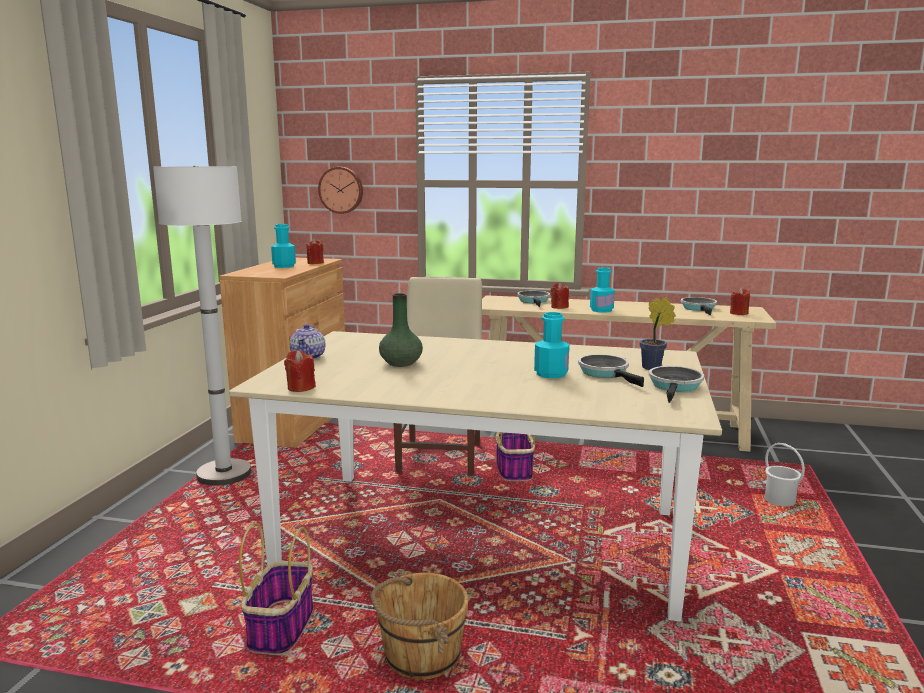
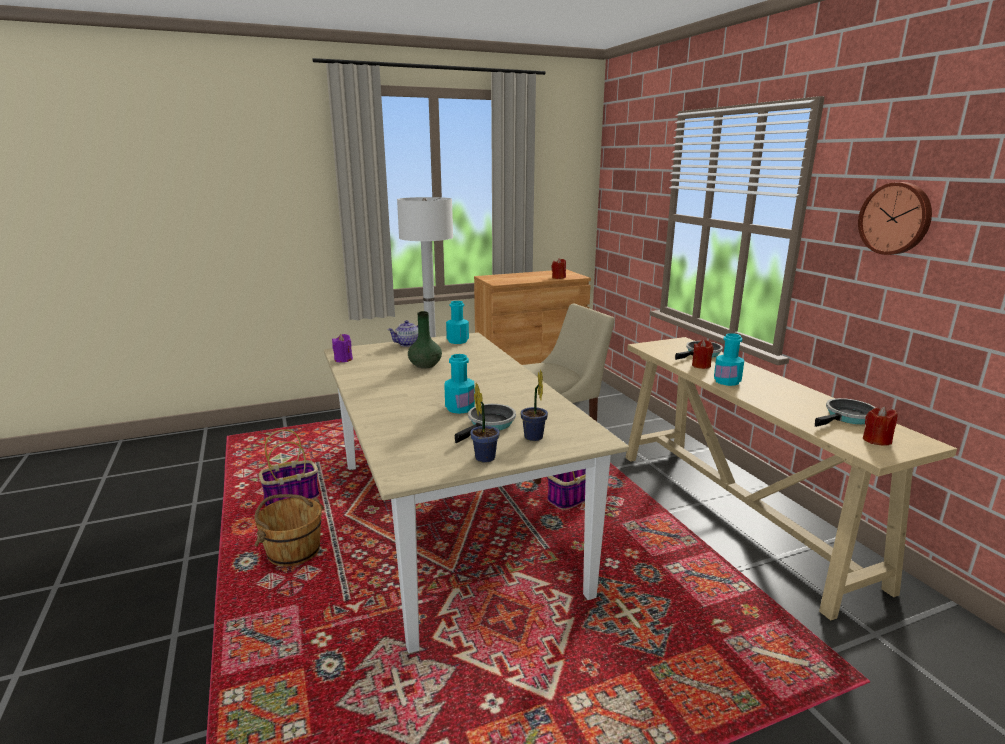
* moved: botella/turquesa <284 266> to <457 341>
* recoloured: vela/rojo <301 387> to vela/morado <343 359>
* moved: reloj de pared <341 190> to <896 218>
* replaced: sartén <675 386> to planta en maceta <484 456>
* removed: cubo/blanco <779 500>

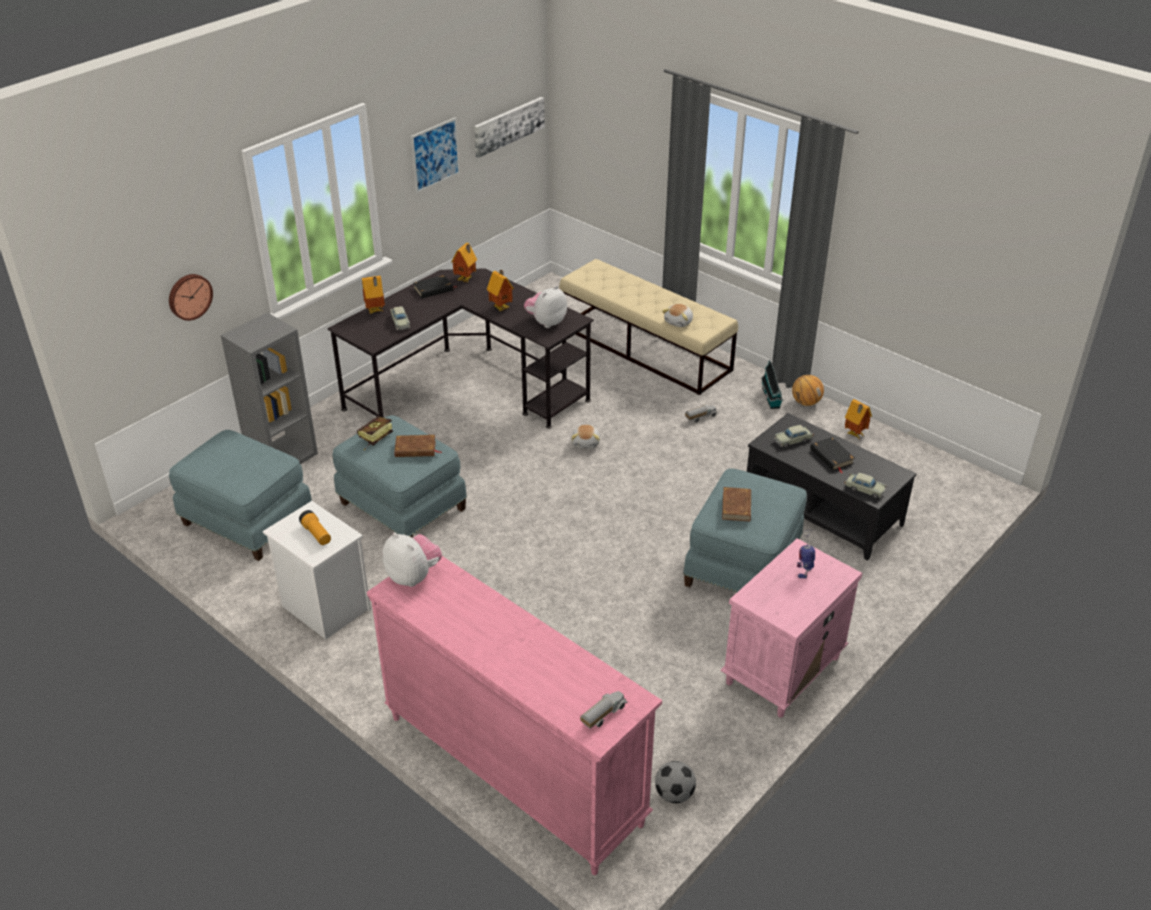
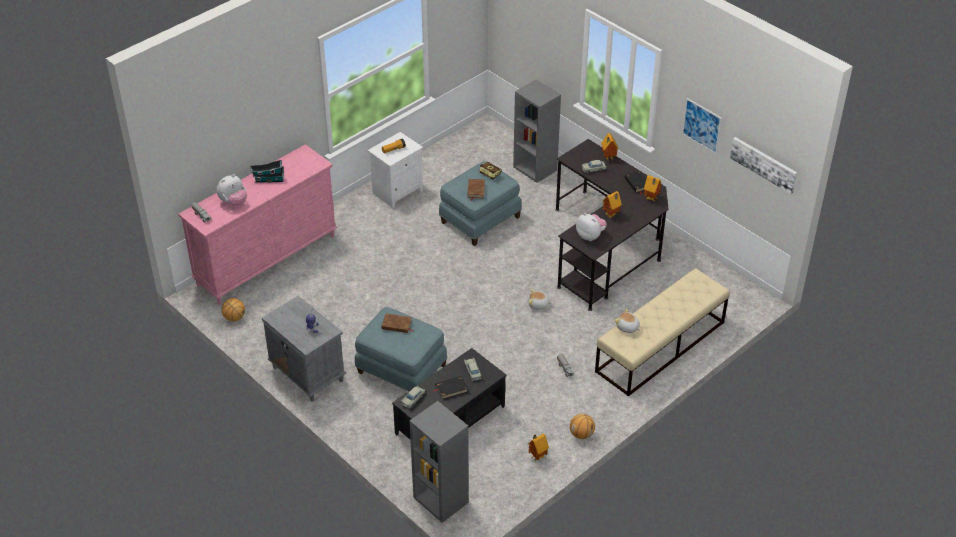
* removed: reloj de pared <189 296>
* removed: puf/azul <246 521>
* moved: peluche <413 576> to <233 202>
* replaced: balón de fútbol <674 794> to balón de baloncesto <234 318>
* recoloured: mesita de noche/rosa <782 671> to mesita de noche/gris <307 374>
* moved: casita <771 398> to <268 179>
* added: estantería/gris <440 500>

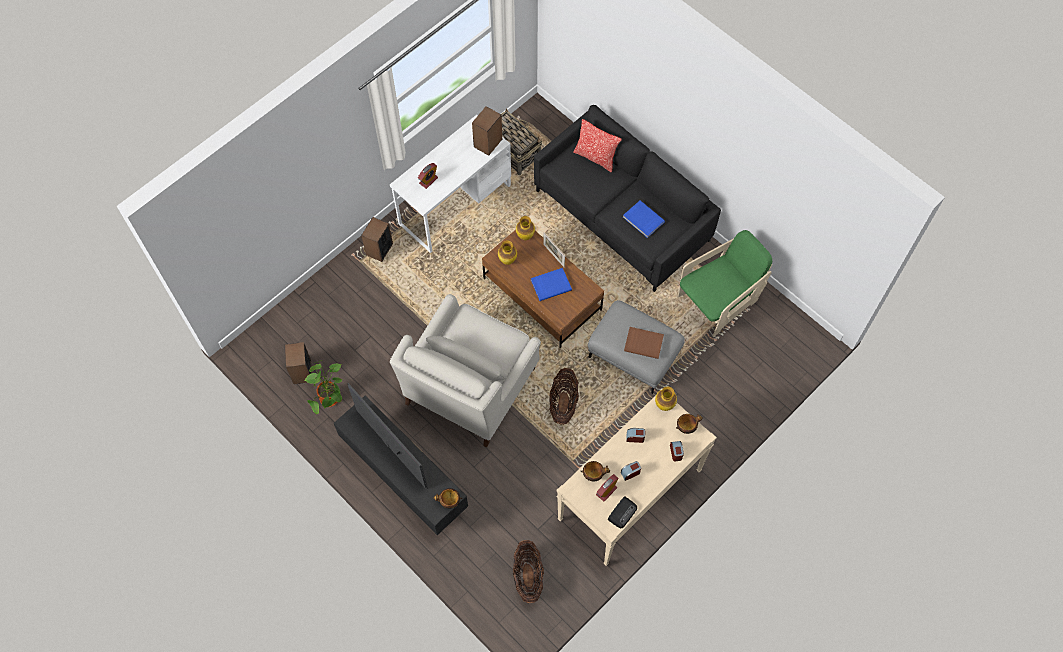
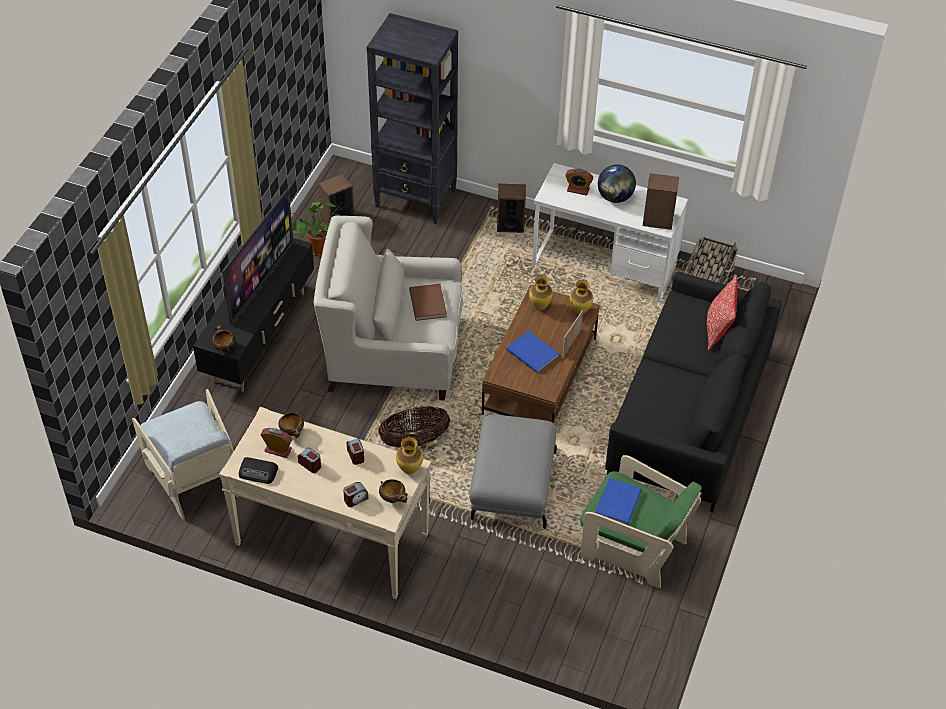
* replaced: cesta <528 576> to sillón/beis <194 478>
* moved: libro/azul <643 220> to <617 502>
* moved: libro/marrón <643 343> to <429 303>
* added: estantería/negro <416 199>
* added: globo terráqueo <615 197>

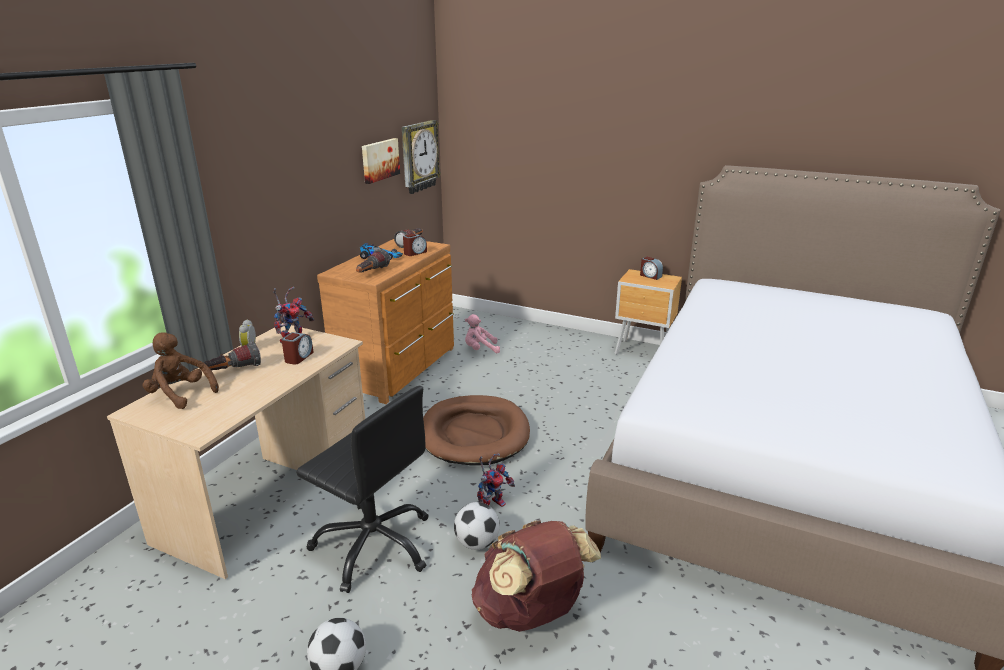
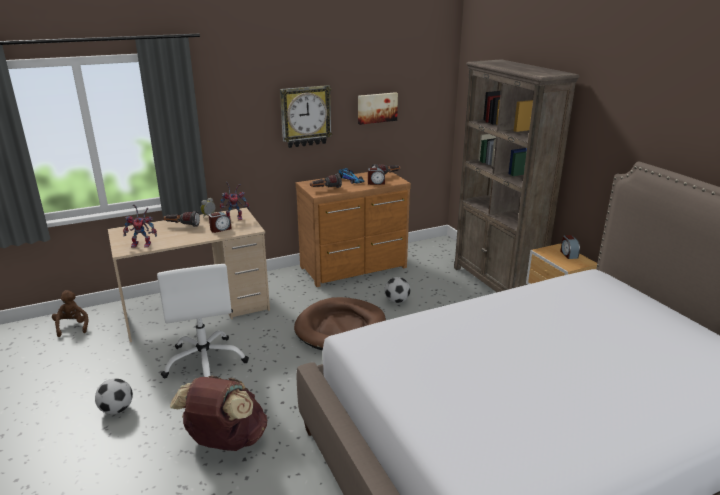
* moved: peluche/marrón <180 394> to <72 327>
* recoloured: silla de oficina/negro <374 545> to silla de oficina/blanco <205 362>
* moved: reloj de pared <418 156> to <305 116>
* moved: balón de fútbol <477 543> to <397 301>
* removed: peluche/rosa <480 350>
* moved: robot de juguete <492 504> to <143 244>
* added: estantería/marrón <495 284>

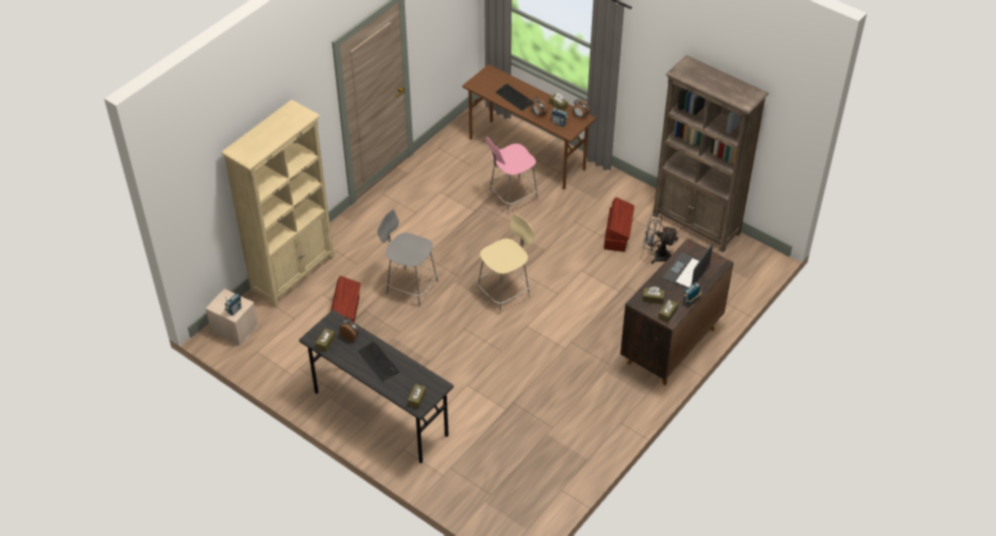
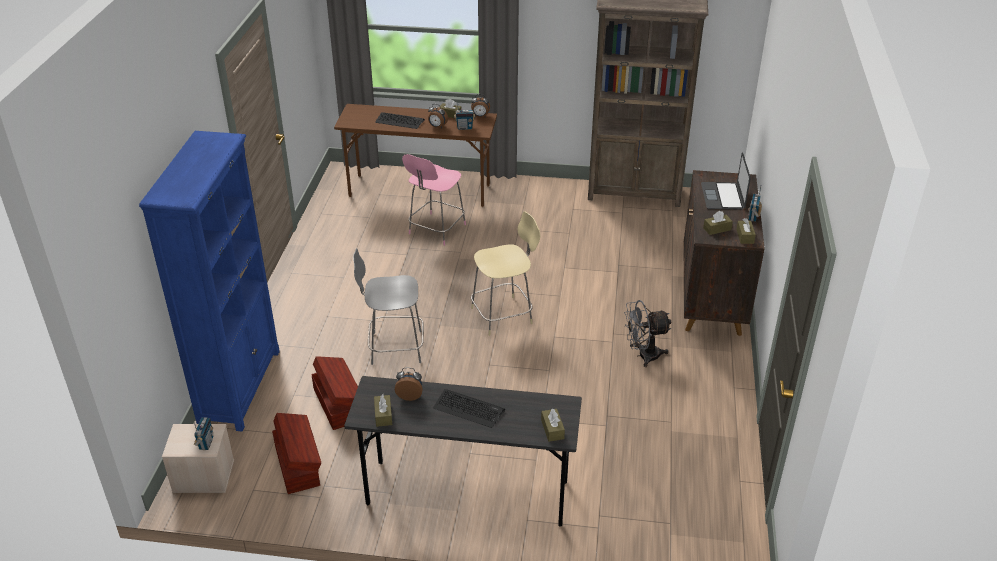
* recoloured: estantería/beis <293 274> to estantería/azul <240 387>
* turned: silla/beis <505 293> = <504 315> 45 degrees clockwise
* moved: caja de almacenaje/marrón <618 234> to <298 464>
* moved: ventilador/gris <657 255> to <643 355>

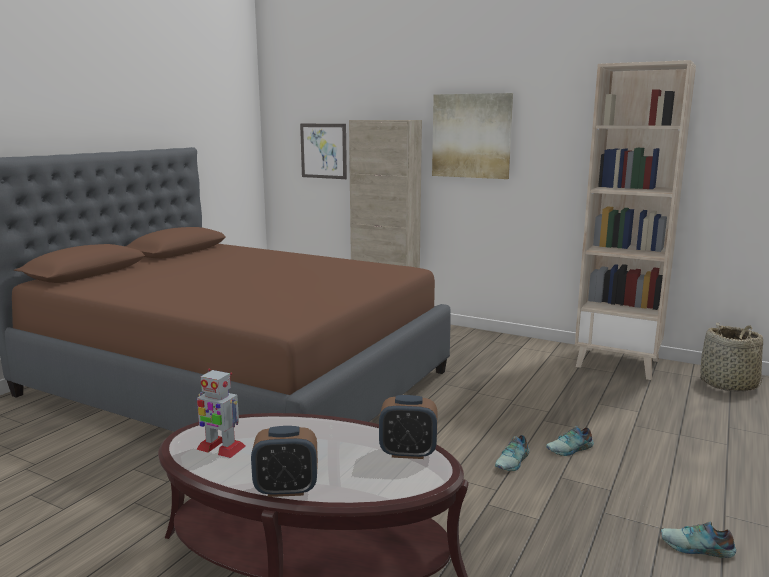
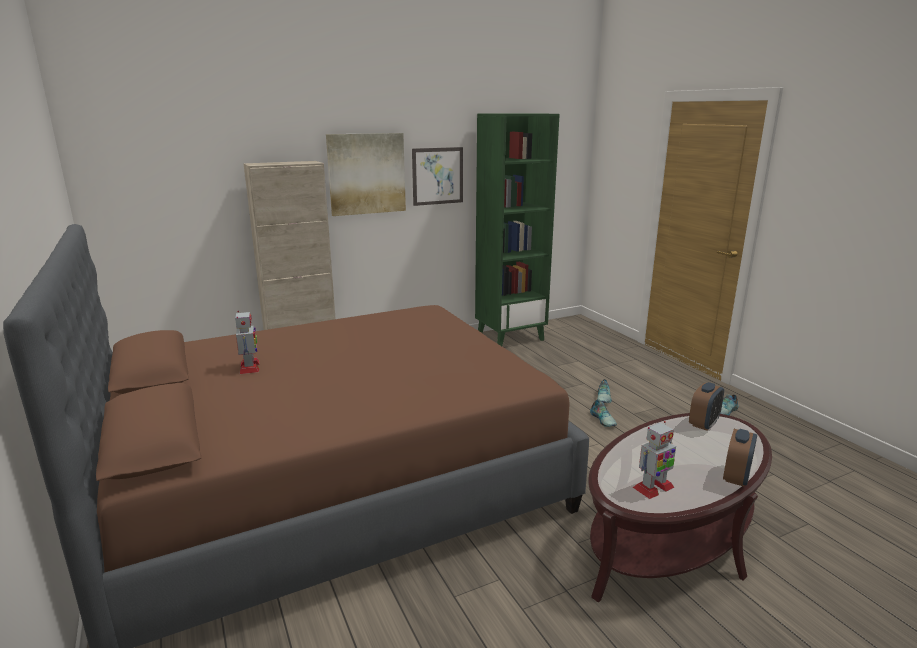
* moved: cuadro <323 151> to <437 176>
* recoloured: estantería/beis <618 363> to estantería/verde <510 337>
* removed: cesta <728 384>
* added: robot de juguete <250 367>

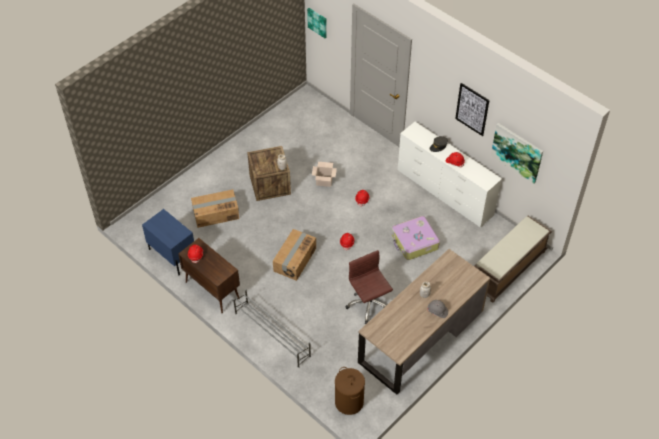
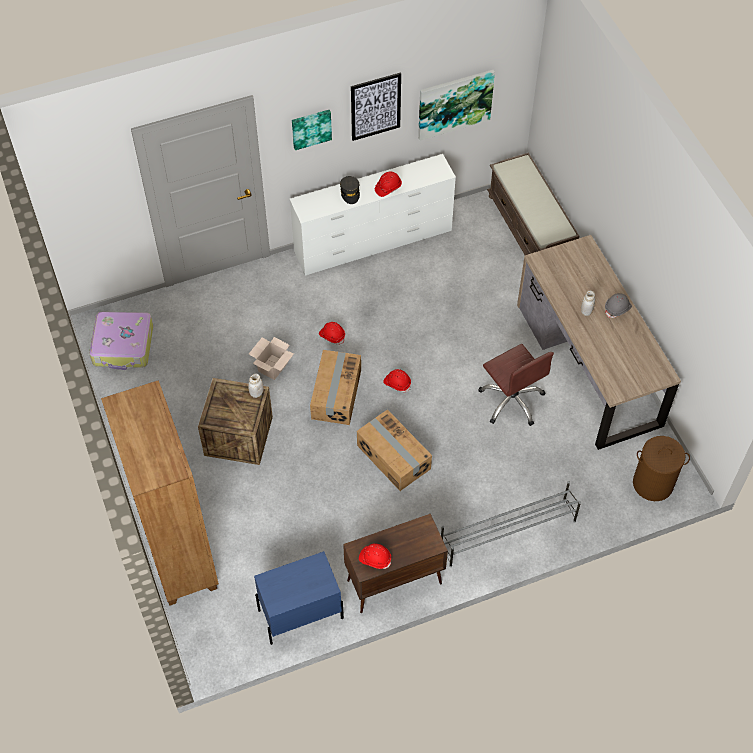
* moved: caja de cartón <215 213> to <335 394>
* moved: cuadro <317 22> to <311 128>
* turned: silla de oficina/marrón <368 304> = <512 400> 120 degrees counterclockwise
* moved: maleta <414 242> to <123 346>
* added: estantería/marrón <179 553>

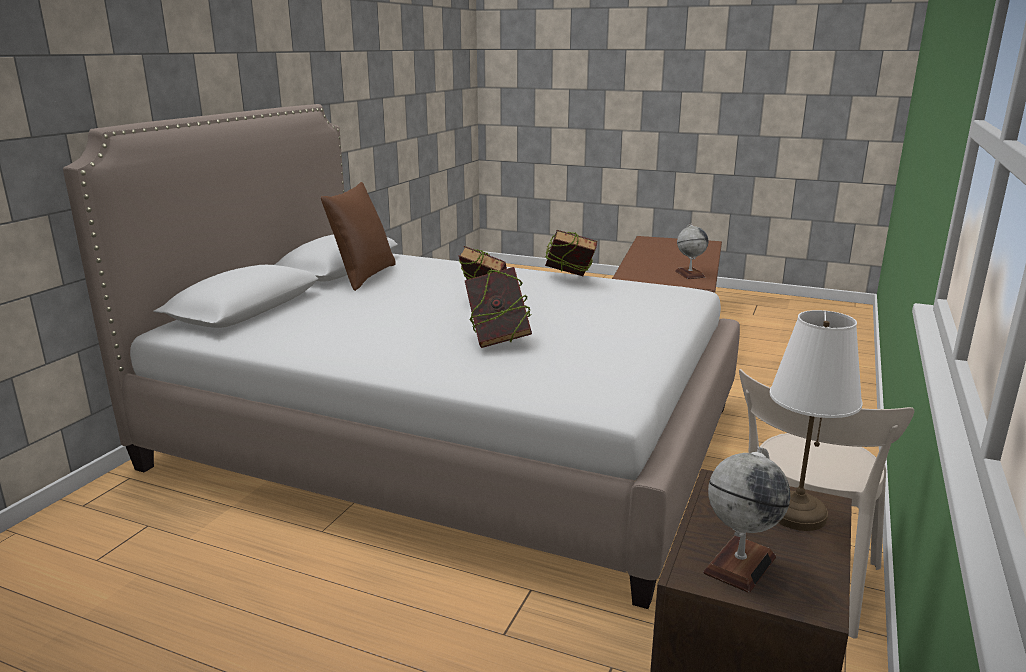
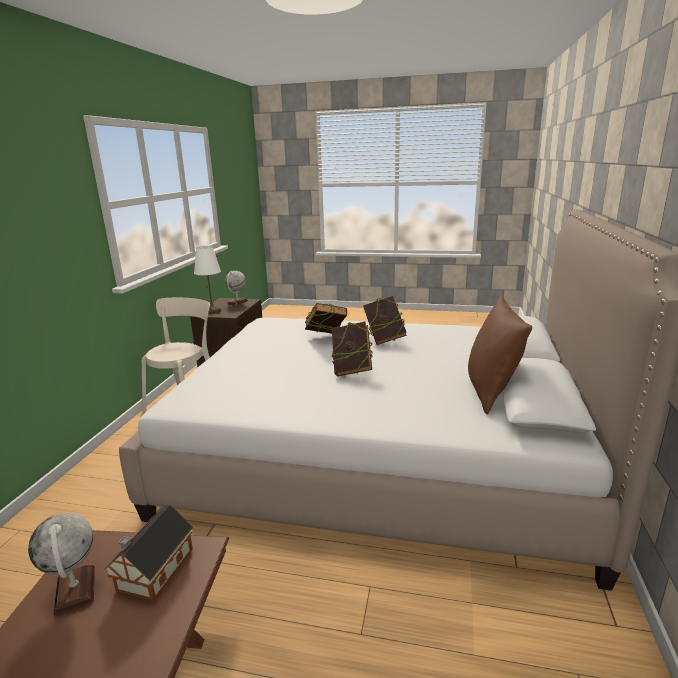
* moved: libro <569 280> to <384 340>
* added: casita <153 571>

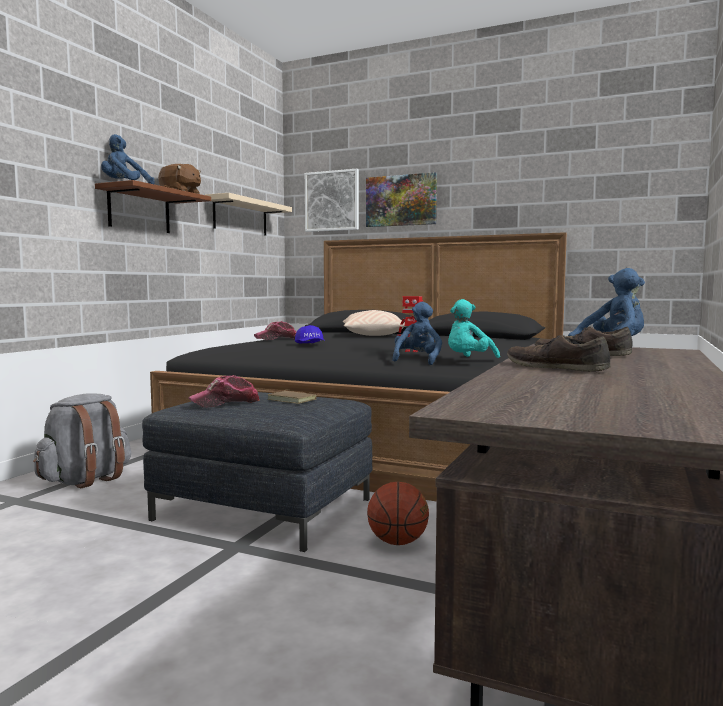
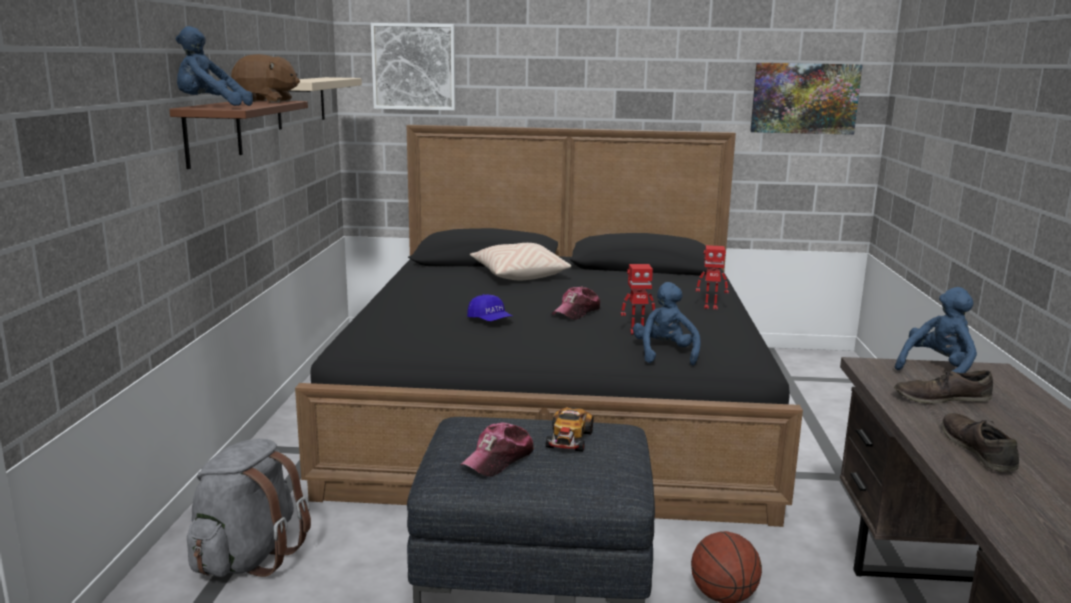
* moved: gorra <277 338> to <577 312>
* replaced: libro/marrón <293 400> to coche de juguete <569 439>
* moved: cuadro <401 200> to <804 98>
* removed: peluche/turquesa <468 360>
* turned: zapato/marrón <556 368> = <978 450> 60 degrees clockwise
* added: robot de juguete <710 307>

